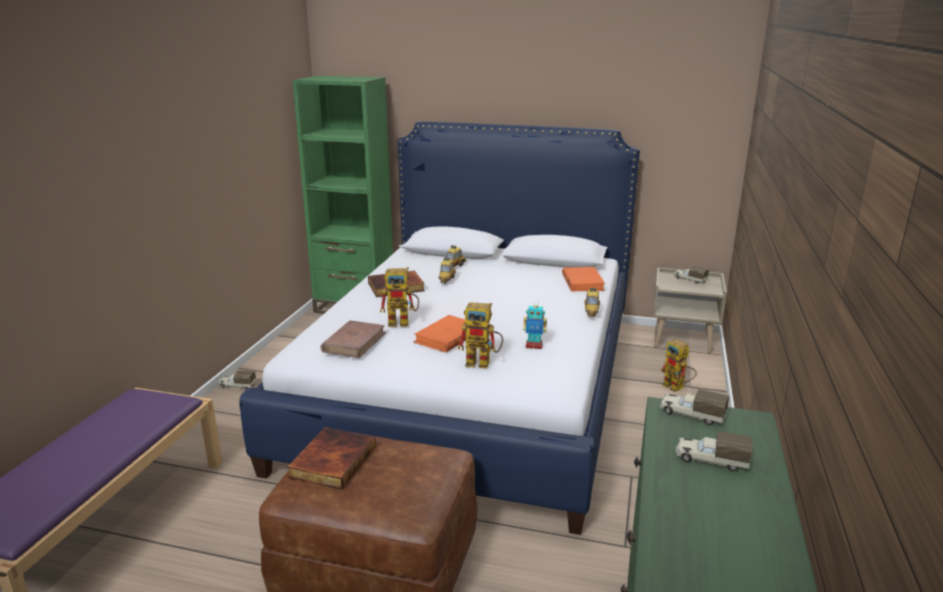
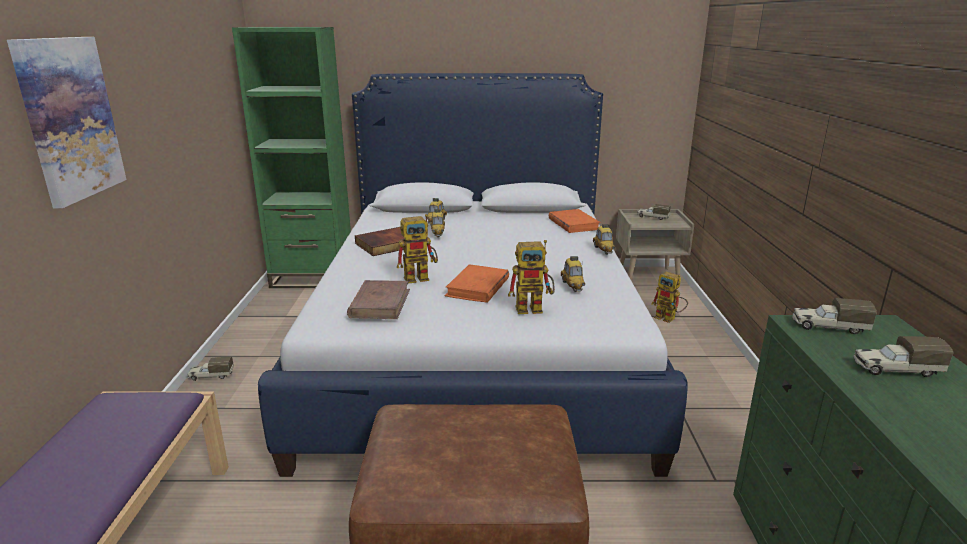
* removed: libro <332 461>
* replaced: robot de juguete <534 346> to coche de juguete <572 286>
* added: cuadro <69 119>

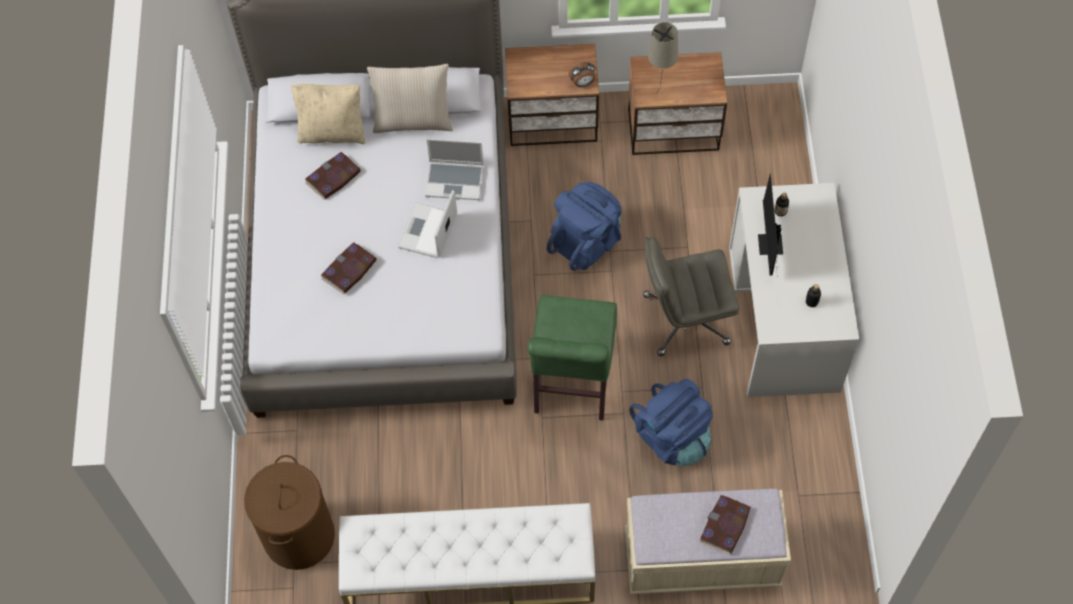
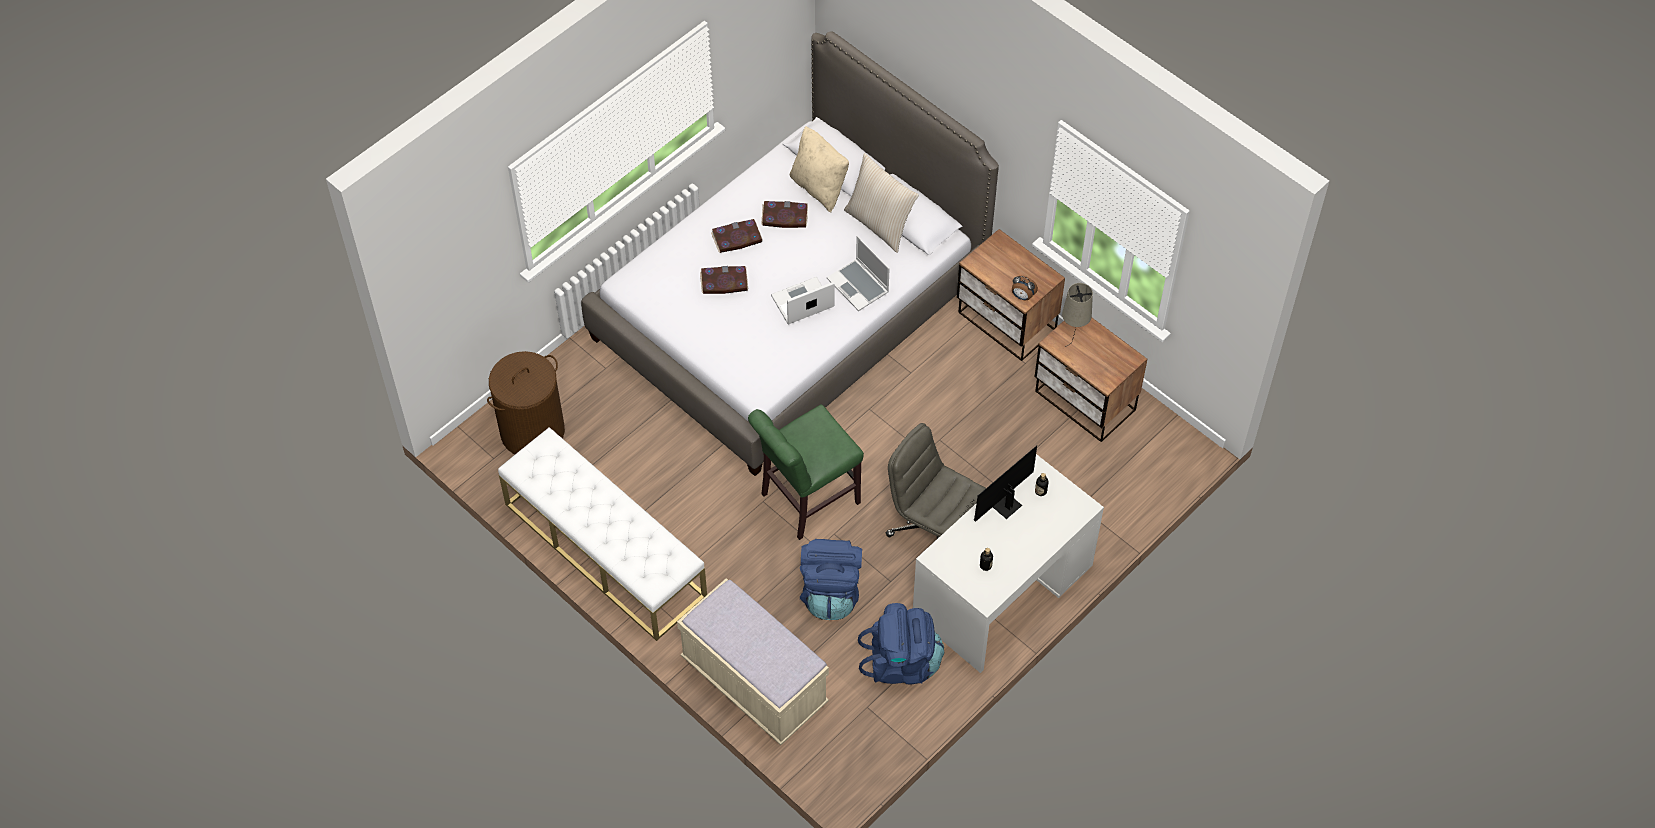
* moved: mochila/azul <587 241> to <902 663>
* moved: libro <725 526> to <736 238>

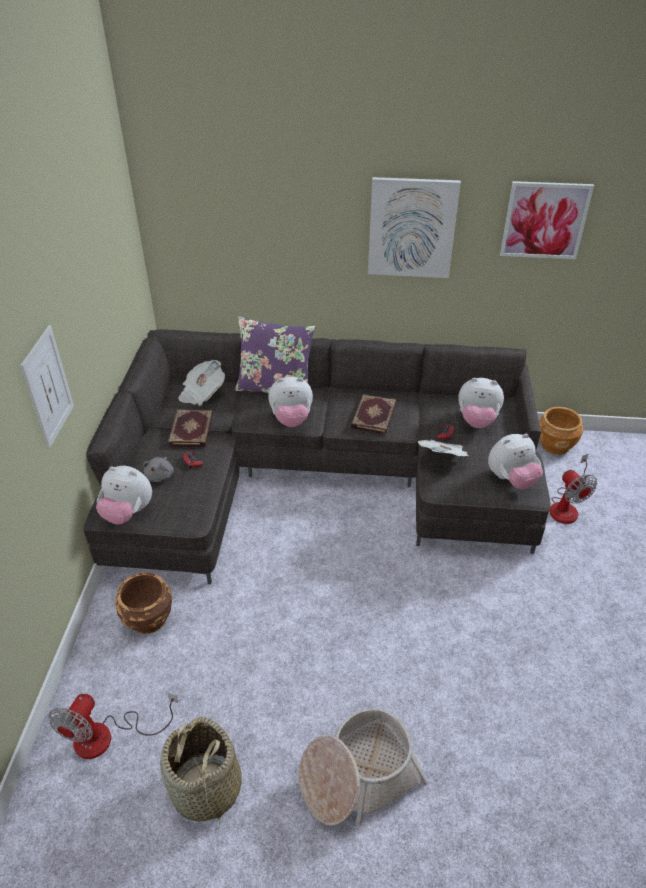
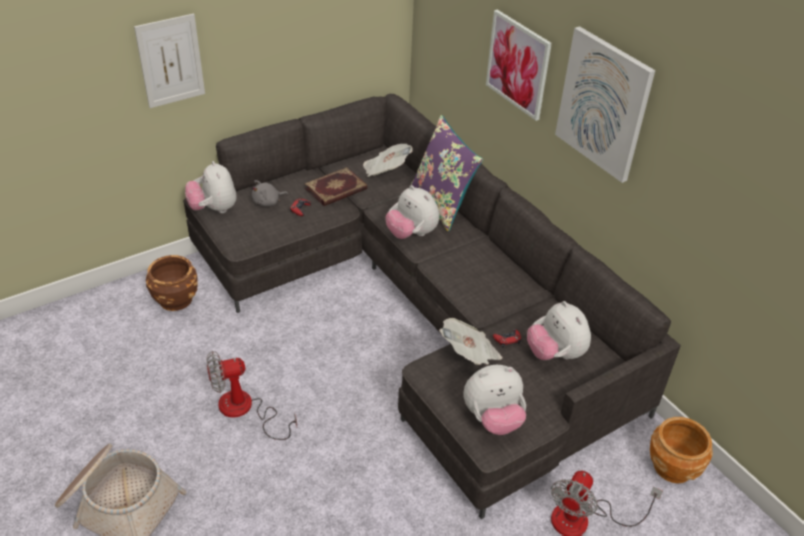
* moved: ventilador <107 736> to <245 410>
* removed: cesta <205 788>
* removed: libro <373 416>
* turned: peluche <511 479> = <492 419> 45 degrees counterclockwise
* moved: cuadro <544 220> to <518 64>

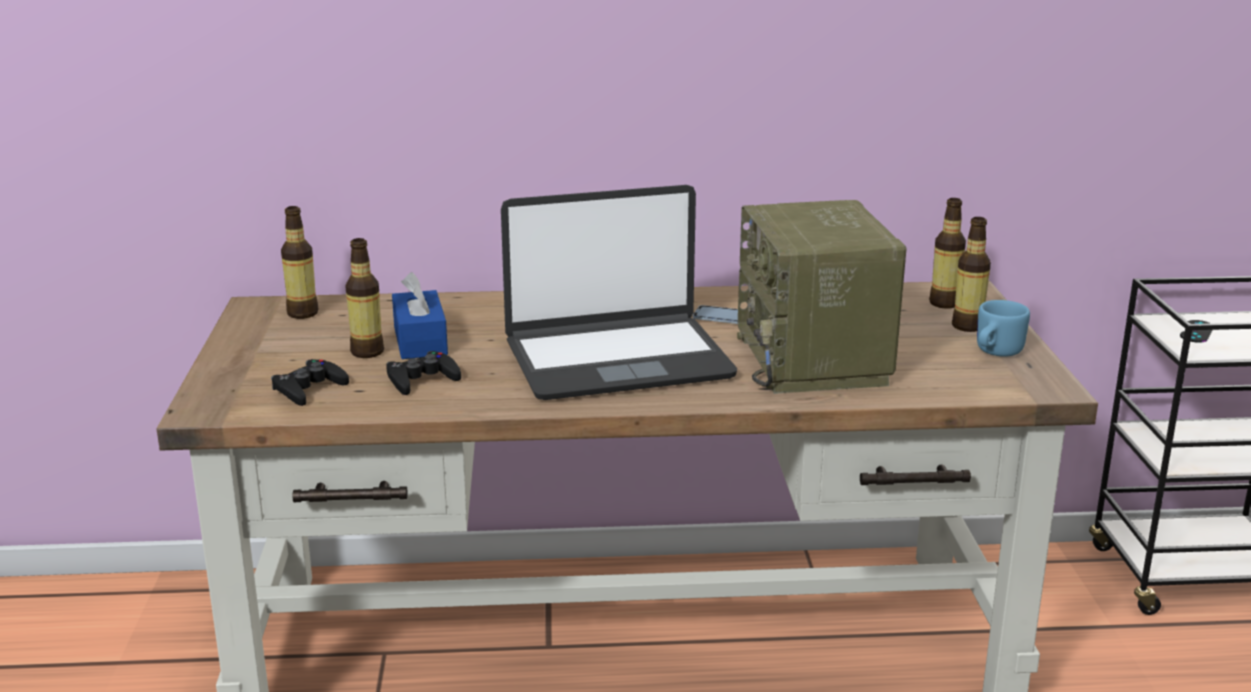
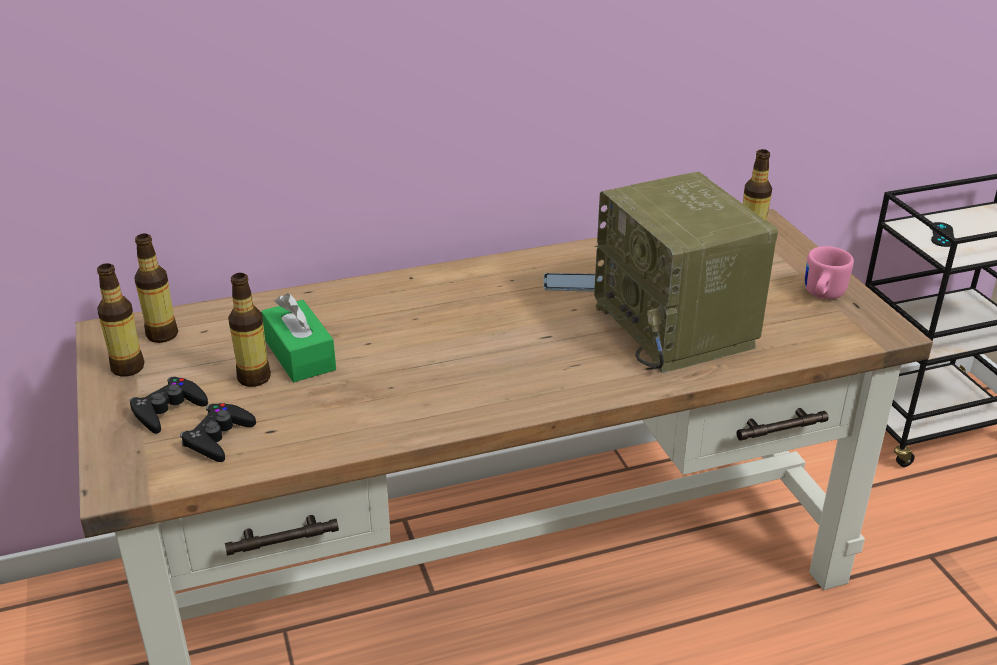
* moved: mando de consola/negro <422 380> to <168 410>
* recoloured: caja de pañuelos/azul <420 341> to caja de pañuelos/verde <300 355>
* removed: portátil <617 360>
* moved: botella <967 326> to <128 368>
* recoloured: taza grande/azul <994 353> to taza grande/rosa <821 295>

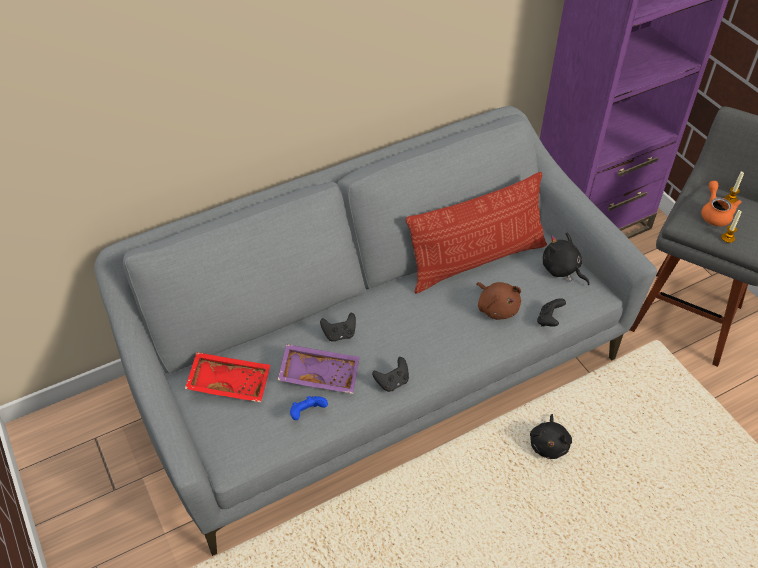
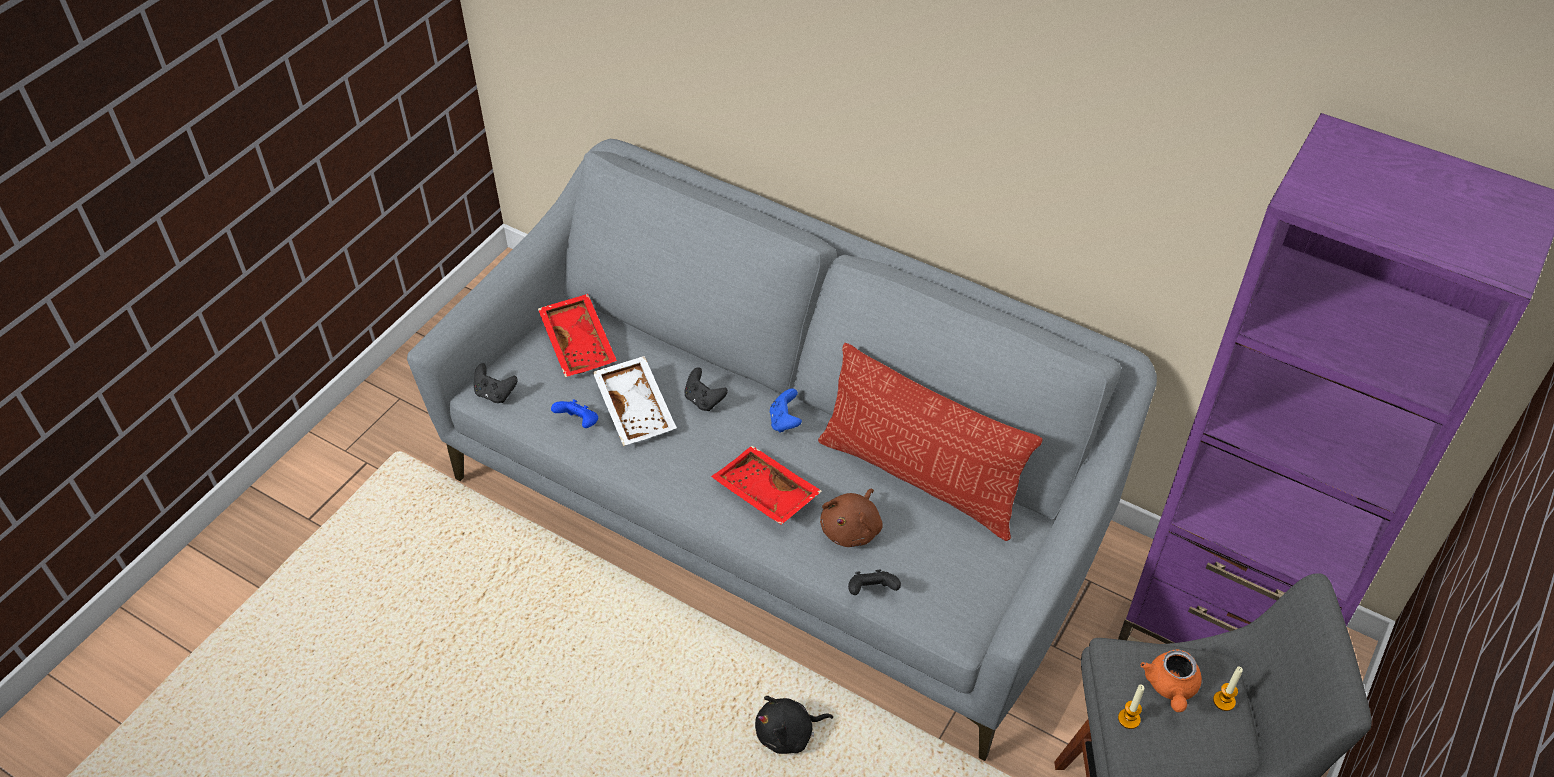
* recoloured: bandeja/morado <320 373> to bandeja/blanco <637 408>
* moved: mando de consola/negro <392 382> to <495 394>
* removed: peluche/negro <562 270>
* turned: tetera/naranja <715 213> = <1170 688> 135 degrees clockwise
* added: bandeja/rojo <764 494>
* added: mando de consola/azul <784 421>

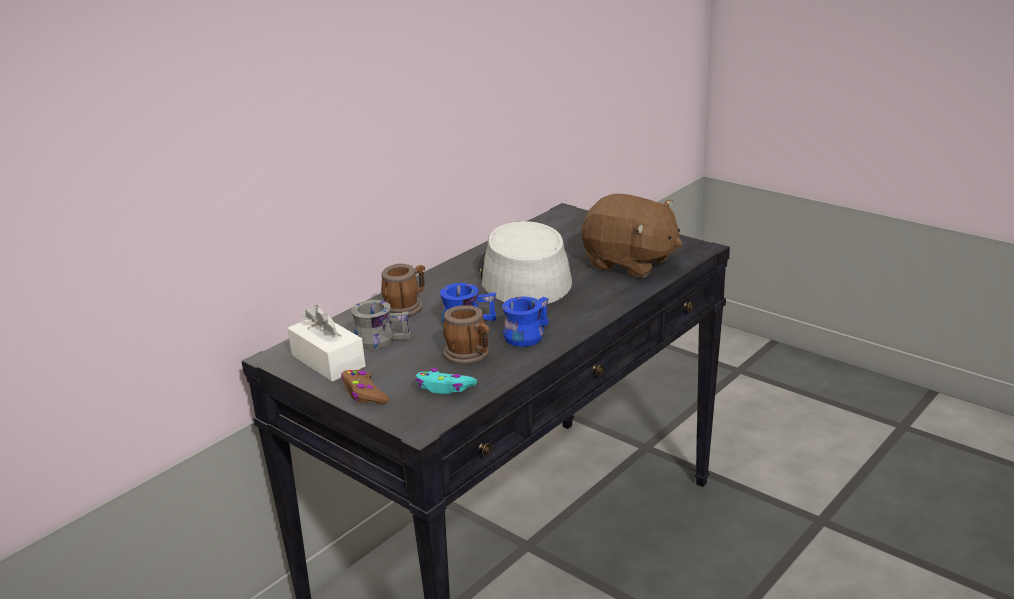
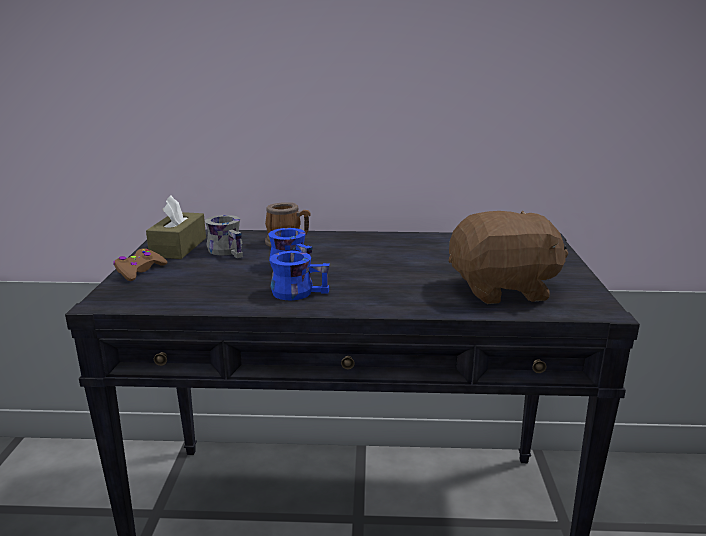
* recoloured: caja de pañuelos/blanco <328 361> to caja de pañuelos/marrón <178 247>
* removed: mando de consola/turquesa <444 388>
* removed: taza grande <470 355>
* removed: sombrero/gris <523 276>
* turned: peluche/marrón <630 263> = <502 290> 90 degrees counterclockwise

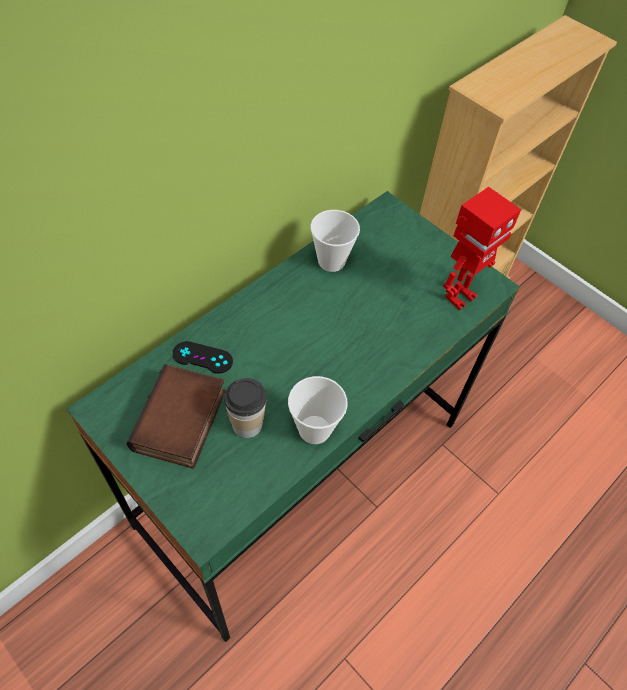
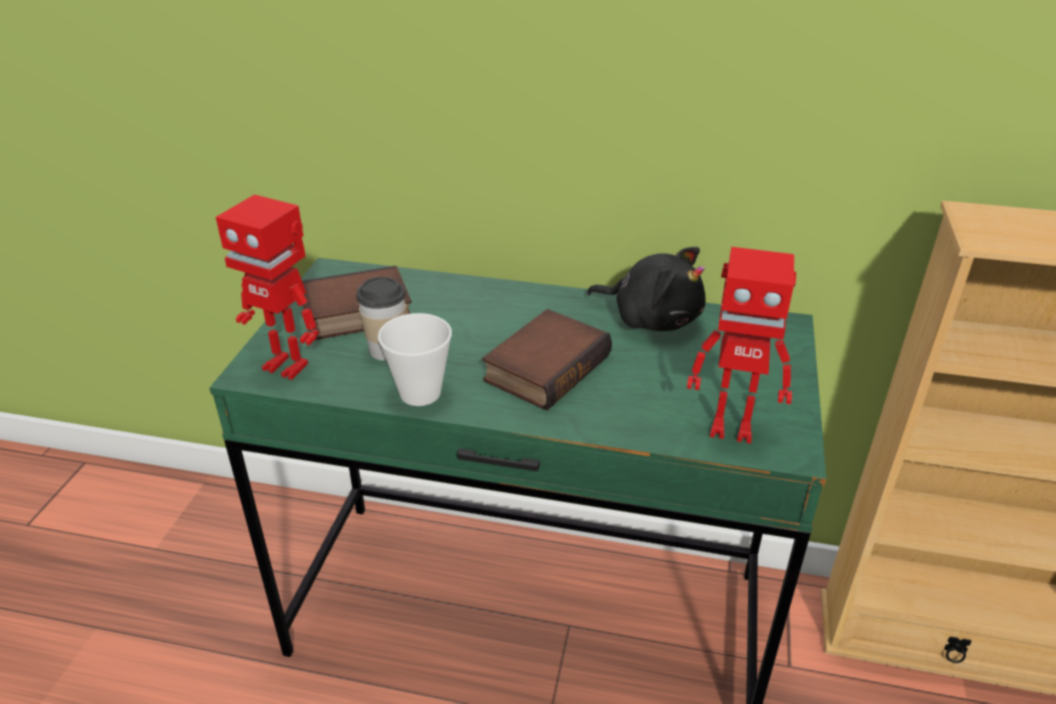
* removed: mando de consola/negro <202 357>
* replaced: taza <331 261> to peluche/negro <652 318>
* added: robot de juguete <287 366>
* added: libro <545 366>

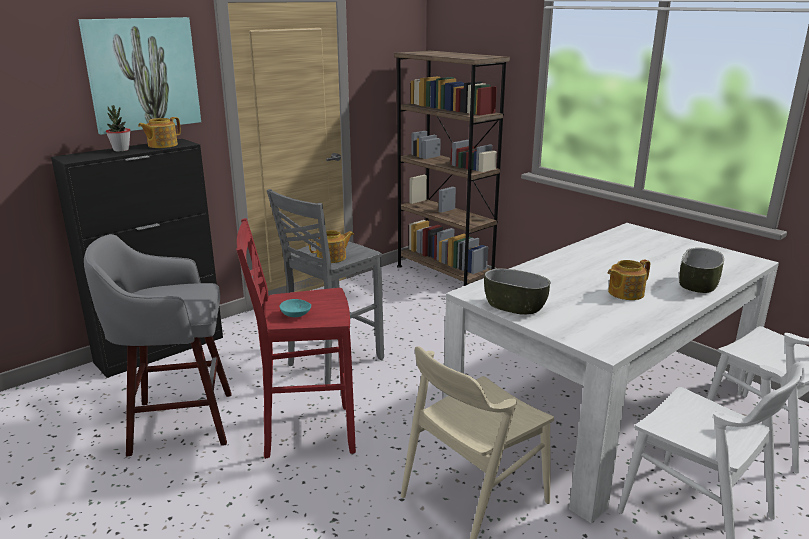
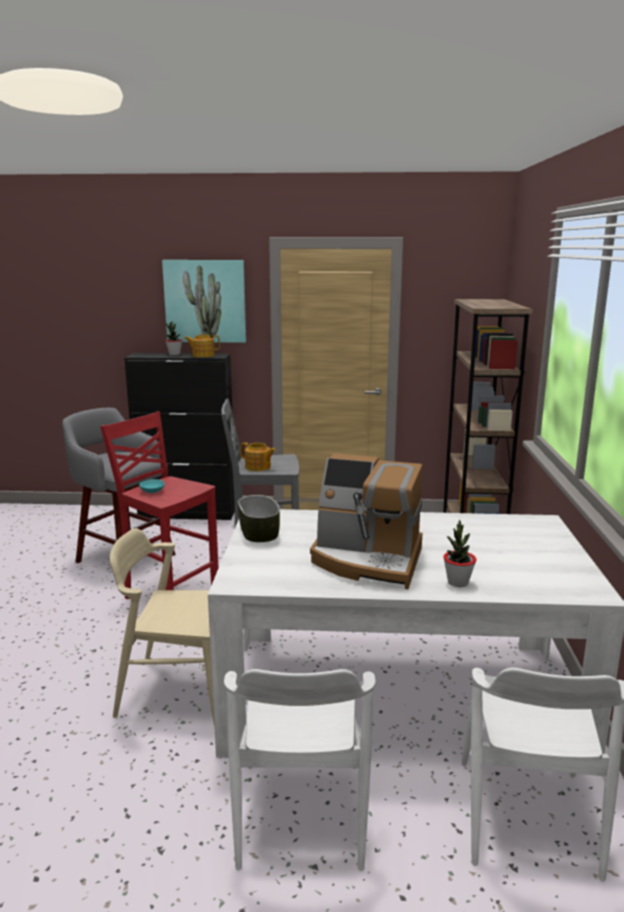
* replaced: tetera <625 293> to cafetera <367 560>
* replaced: cuenco <697 284> to planta en maceta <457 582>

